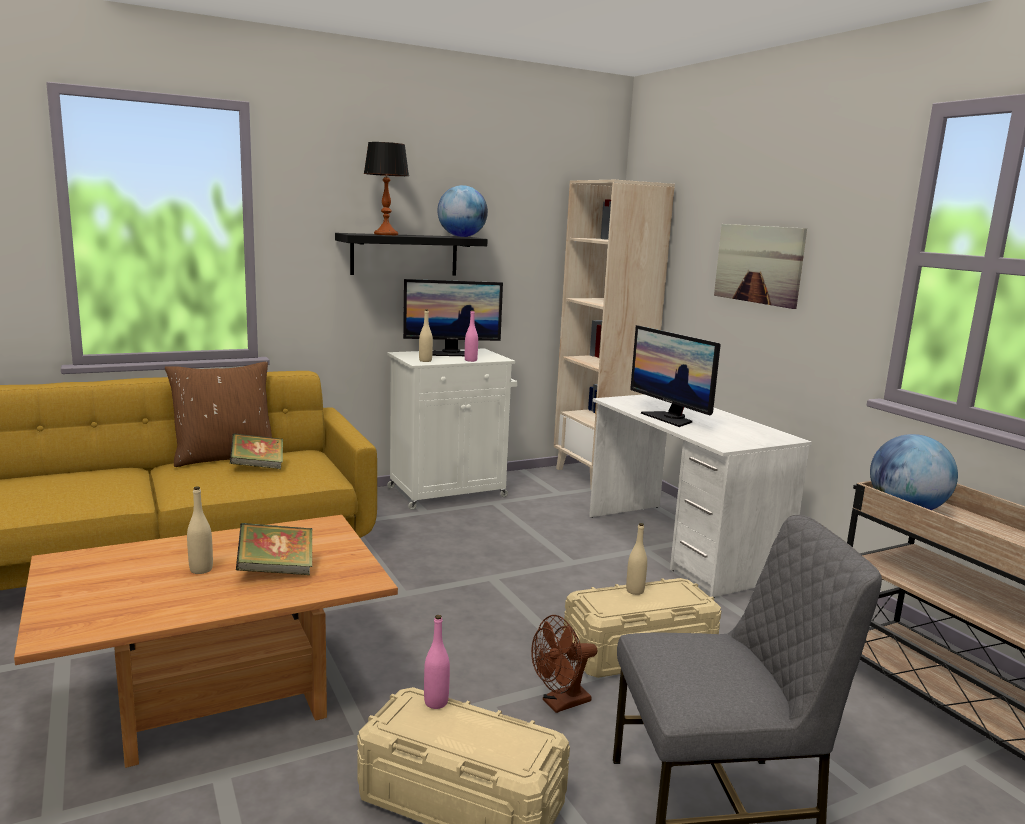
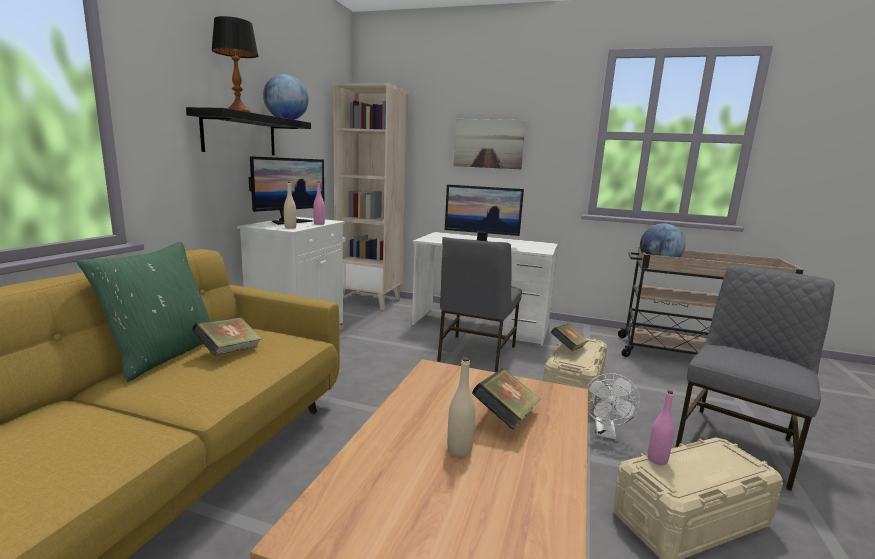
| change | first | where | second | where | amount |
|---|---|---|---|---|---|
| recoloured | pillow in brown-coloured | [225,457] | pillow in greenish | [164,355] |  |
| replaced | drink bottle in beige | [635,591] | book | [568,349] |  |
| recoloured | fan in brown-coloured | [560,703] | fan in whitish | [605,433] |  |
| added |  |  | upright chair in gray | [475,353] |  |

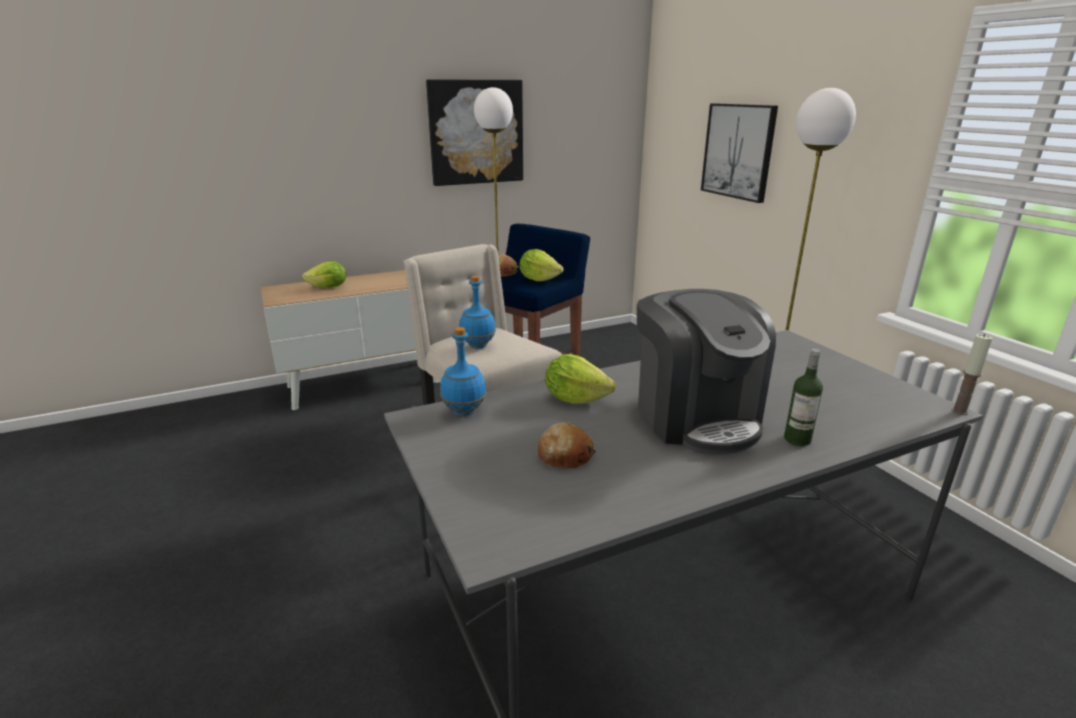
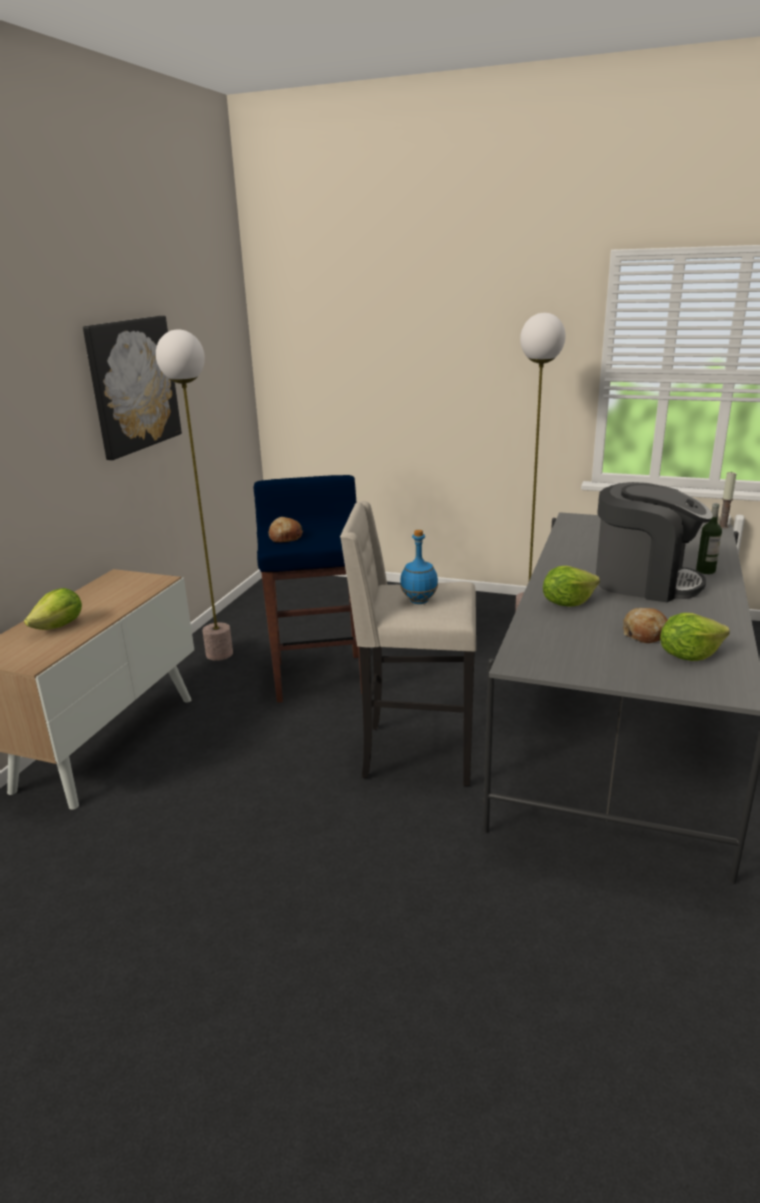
| change | first | where | second | where | amount |
|---|---|---|---|---|---|
| removed | wall art | [738,151] |  |  |  |
| moved | head of lettuce | [539,279] |  | [688,655] |  |
| removed | drink bottle in blue | [464,412] |  |  |  |

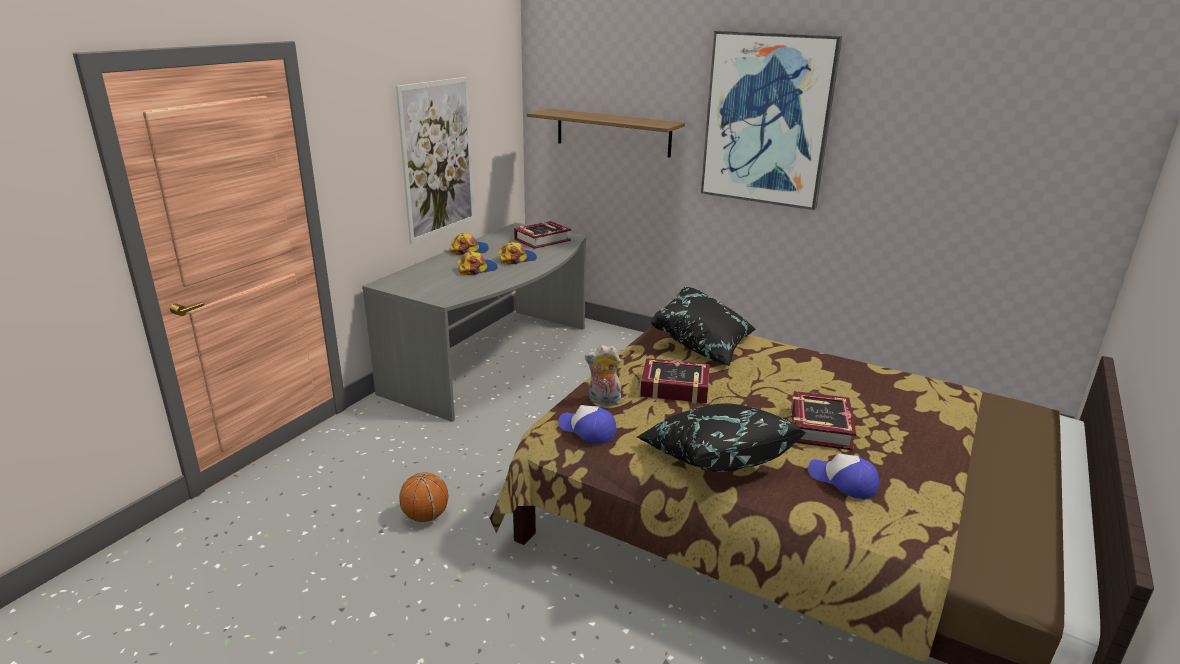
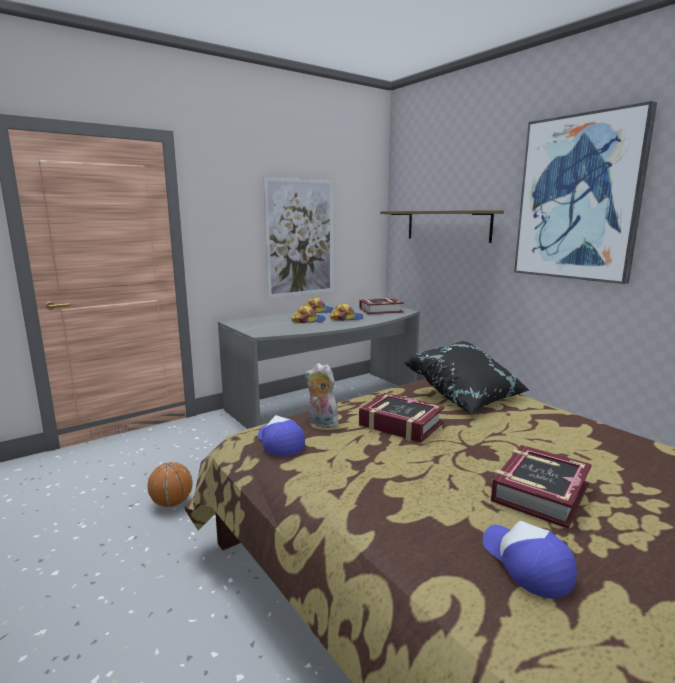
| change | first | where | second | where | amount |
|---|---|---|---|---|---|
| removed | pillow in blackish | [714,458] |  |  |  |

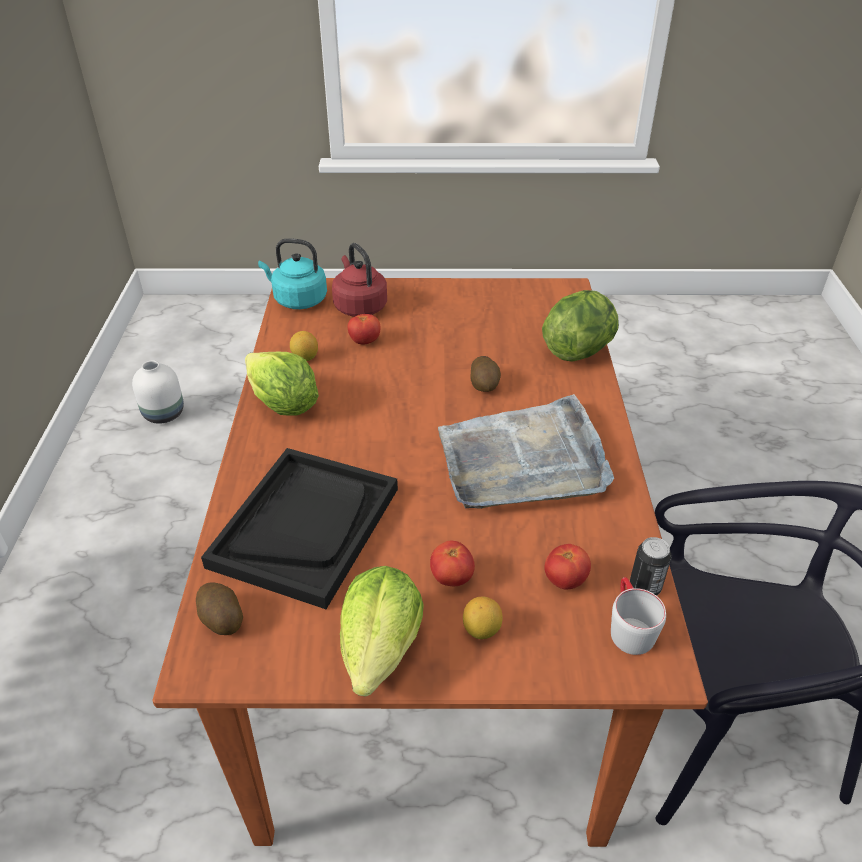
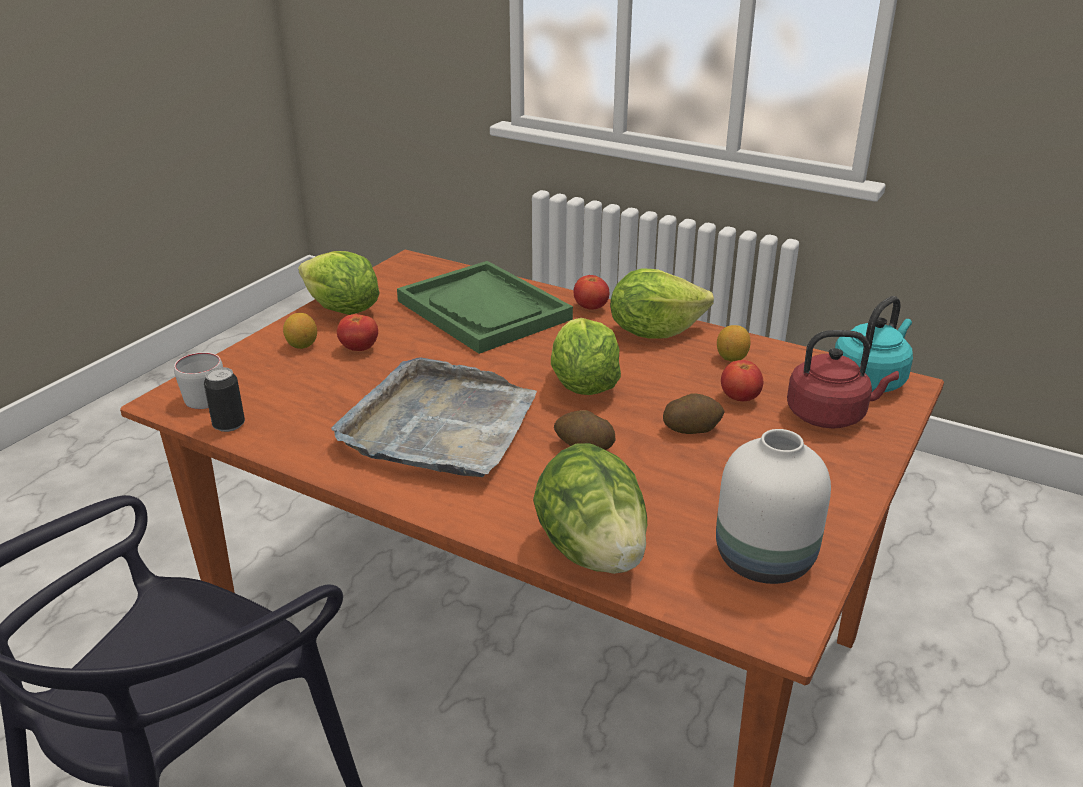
| change | first | where | second | where | amount |
|---|---|---|---|---|---|
| moved | flower vase in whitish | [164,415] |  | [761,559] |  |
| recoloured | serving tray in blackish | [305,526] | serving tray in greenish | [484,310] |  |
| moved | whole tomato | [565,580] |  | [590,308] |  |
| moved | potato | [221,619] |  | [692,429] |  |
| added |  |  | head of lettuce | [582,385] |  |

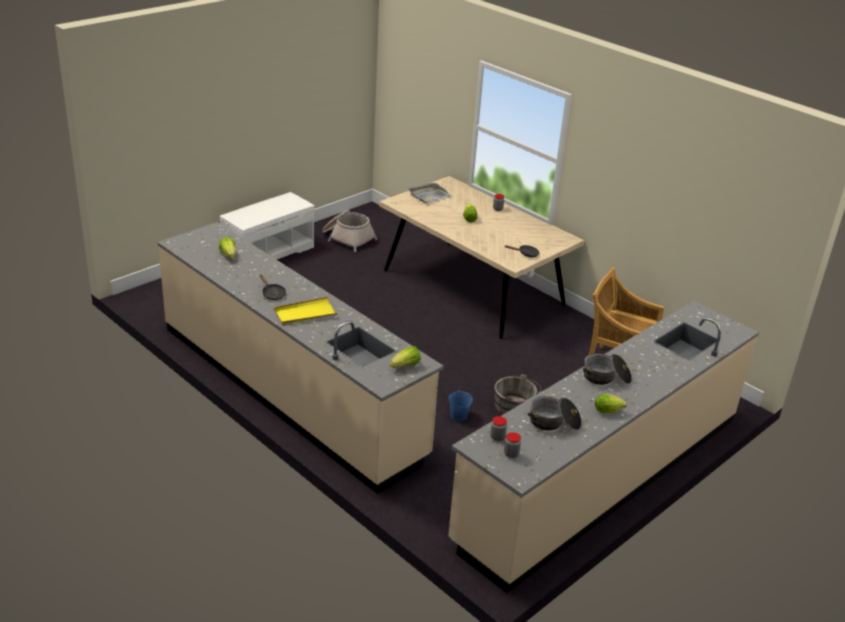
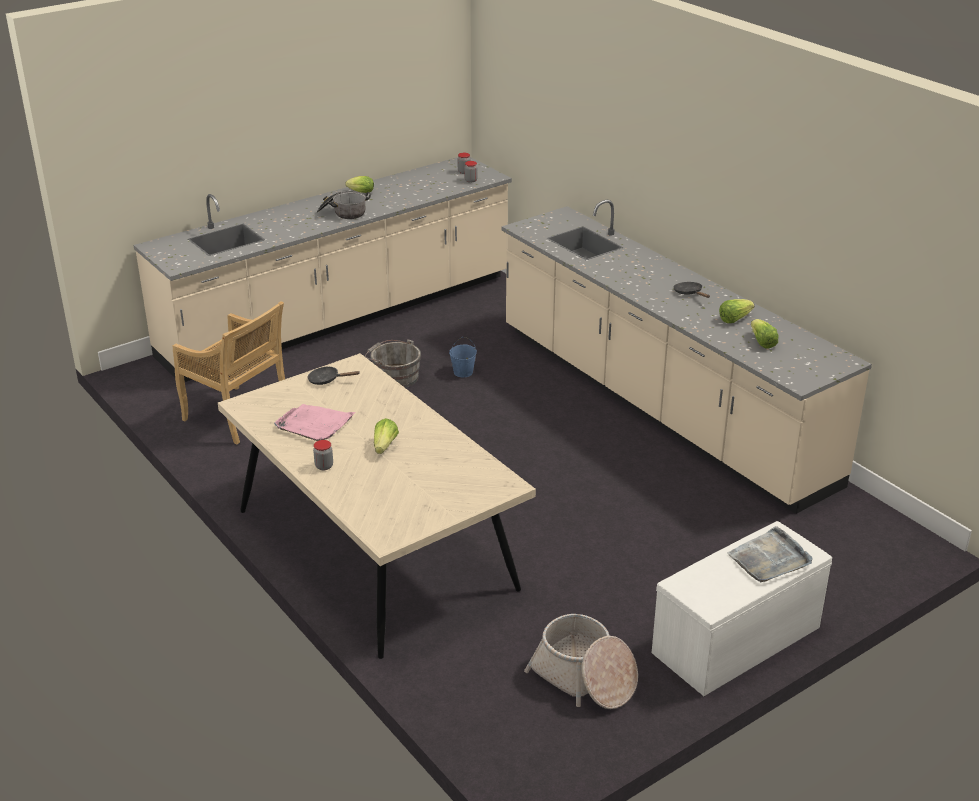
| change | first | where | second | where | amount |
|---|---|---|---|---|---|
| moved | serving tray in gray | [429,195] |  | [769,559] |  |
| removed | serving tray in yellowish | [305,314] |  |  |  |
| moved | head of lettuce | [406,365] |  | [734,319] |  |
| removed | saucepot | [554,422] |  |  |  |
| added |  |  | serving tray in pinkish | [314,424] |  |

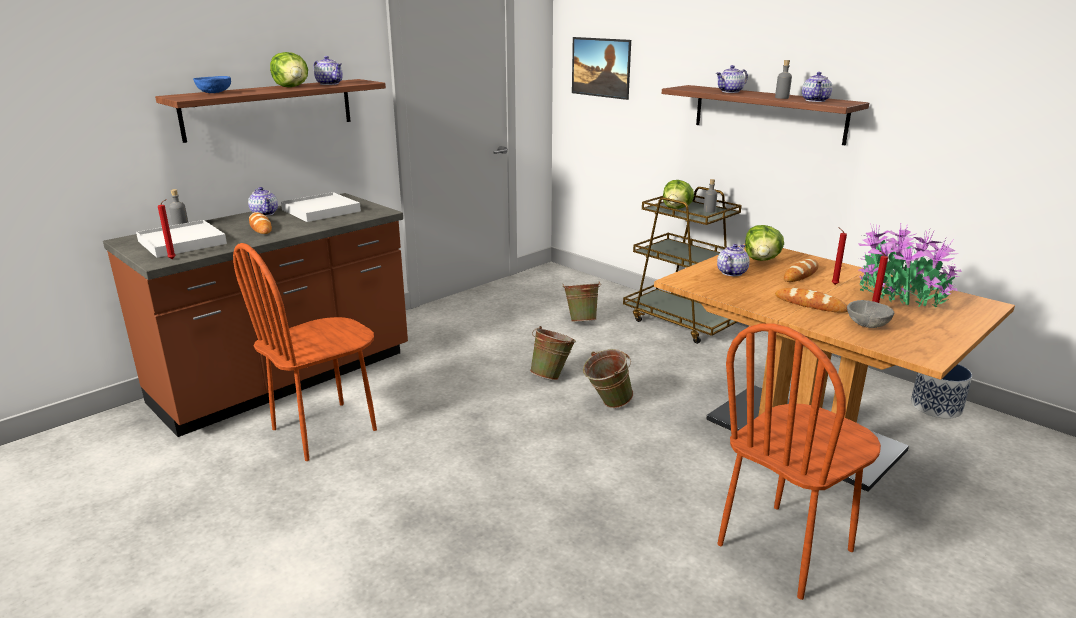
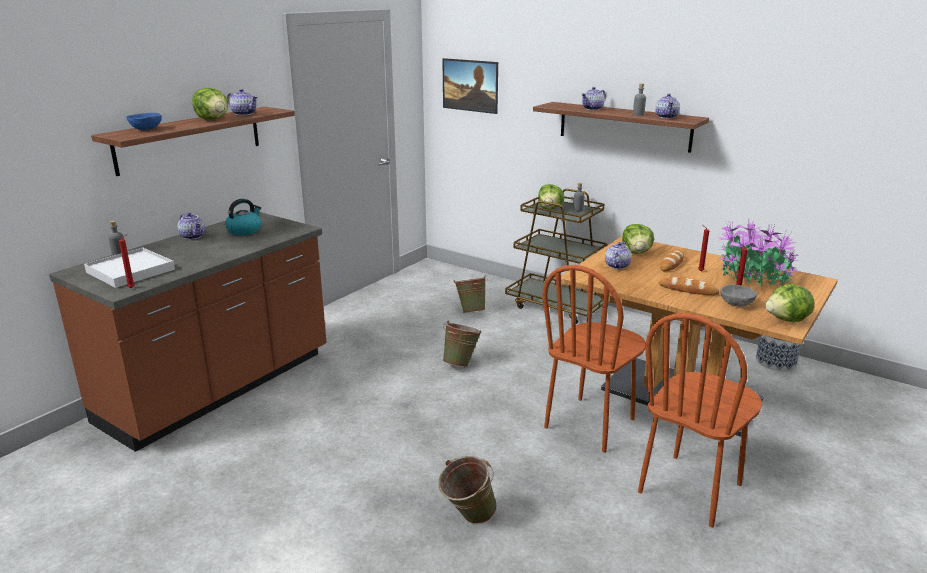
| change | first | where | second | where | amount |
|---|---|---|---|---|---|
| replaced | serving tray in whitish | [321,210] | kettle | [244,230] |  |
| removed | bakery bread | [260,227] |  |  |  |
| moved | upright chair in brown-coloured | [324,430] |  | [590,423] |  |
| moved | water bucket in greenish | [606,404] |  | [467,519] |  |
| added |  |  | head of lettuce | [787,320] |  |

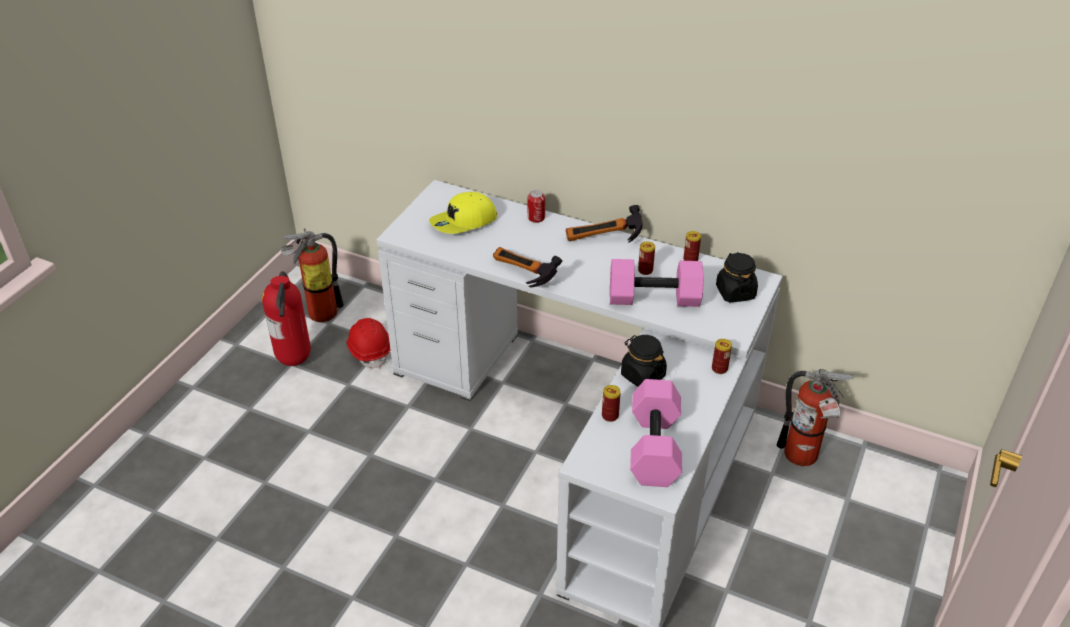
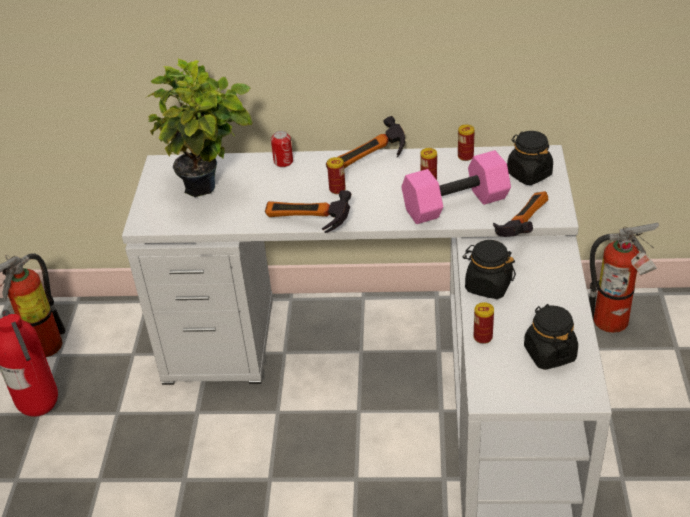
| change | first | where | second | where | amount |
|---|---|---|---|---|---|
| replaced | baseball cap in yellowish | [464,222] | houseplant | [209,189] |  |
| removed | work helmet in red-coloured | [370,350] |  |  |  |
| moved | can | [719,368] |  | [337,189] |  |
| replaced | hand weight in pinkish | [656,448] | storage jar in blackish | [549,353] |  |
| added |  |  | tool hammer | [519,225] |  |

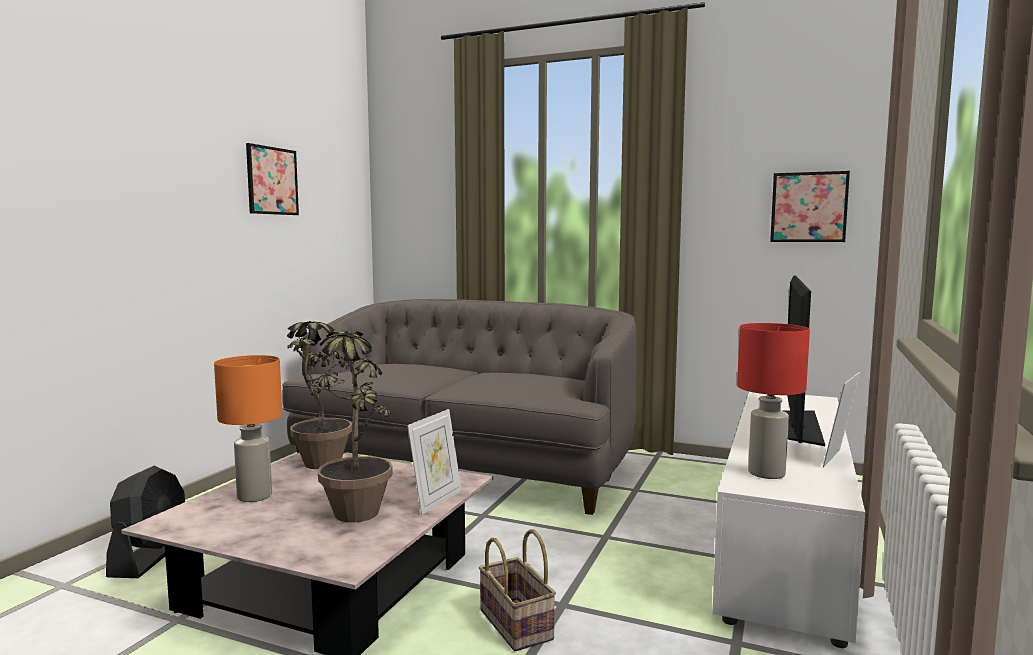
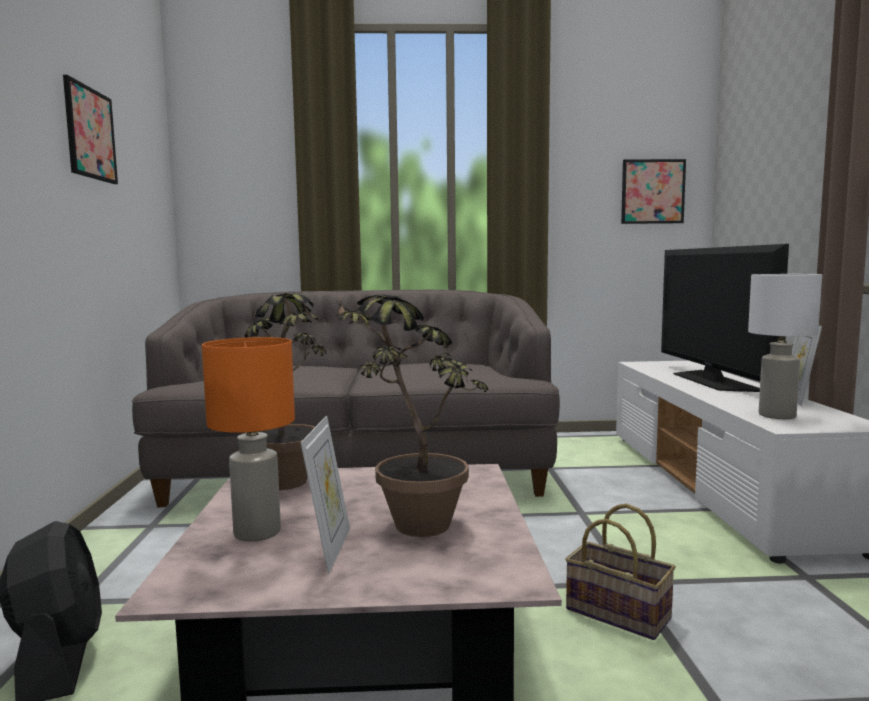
| change | first | where | second | where | amount |
|---|---|---|---|---|---|
| recoloured | table lamp in red-coloured | [767,473] | table lamp in whitish | [777,415] |  |
| moved | picture frame | [436,500] |  | [329,549] |  |

